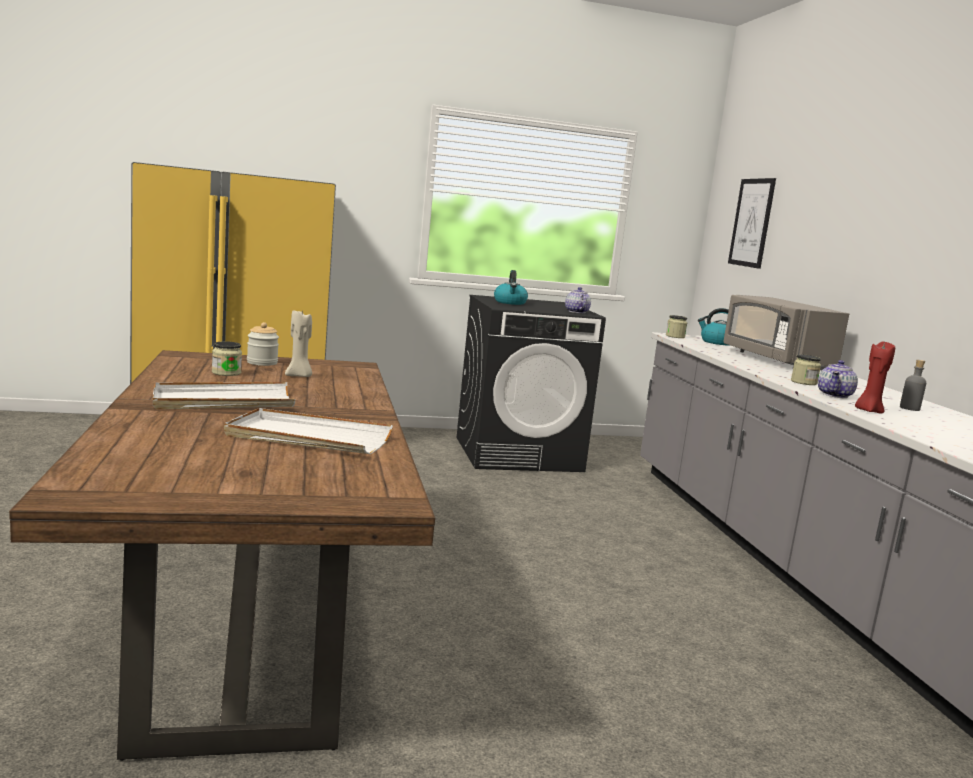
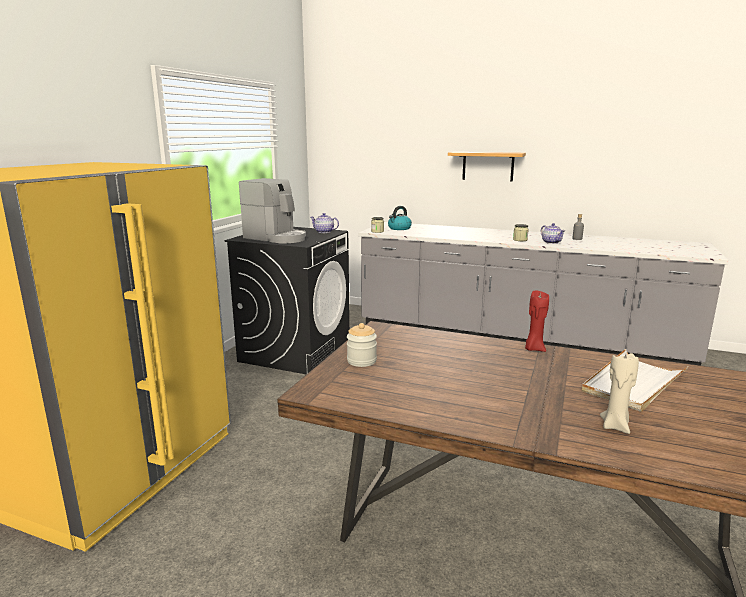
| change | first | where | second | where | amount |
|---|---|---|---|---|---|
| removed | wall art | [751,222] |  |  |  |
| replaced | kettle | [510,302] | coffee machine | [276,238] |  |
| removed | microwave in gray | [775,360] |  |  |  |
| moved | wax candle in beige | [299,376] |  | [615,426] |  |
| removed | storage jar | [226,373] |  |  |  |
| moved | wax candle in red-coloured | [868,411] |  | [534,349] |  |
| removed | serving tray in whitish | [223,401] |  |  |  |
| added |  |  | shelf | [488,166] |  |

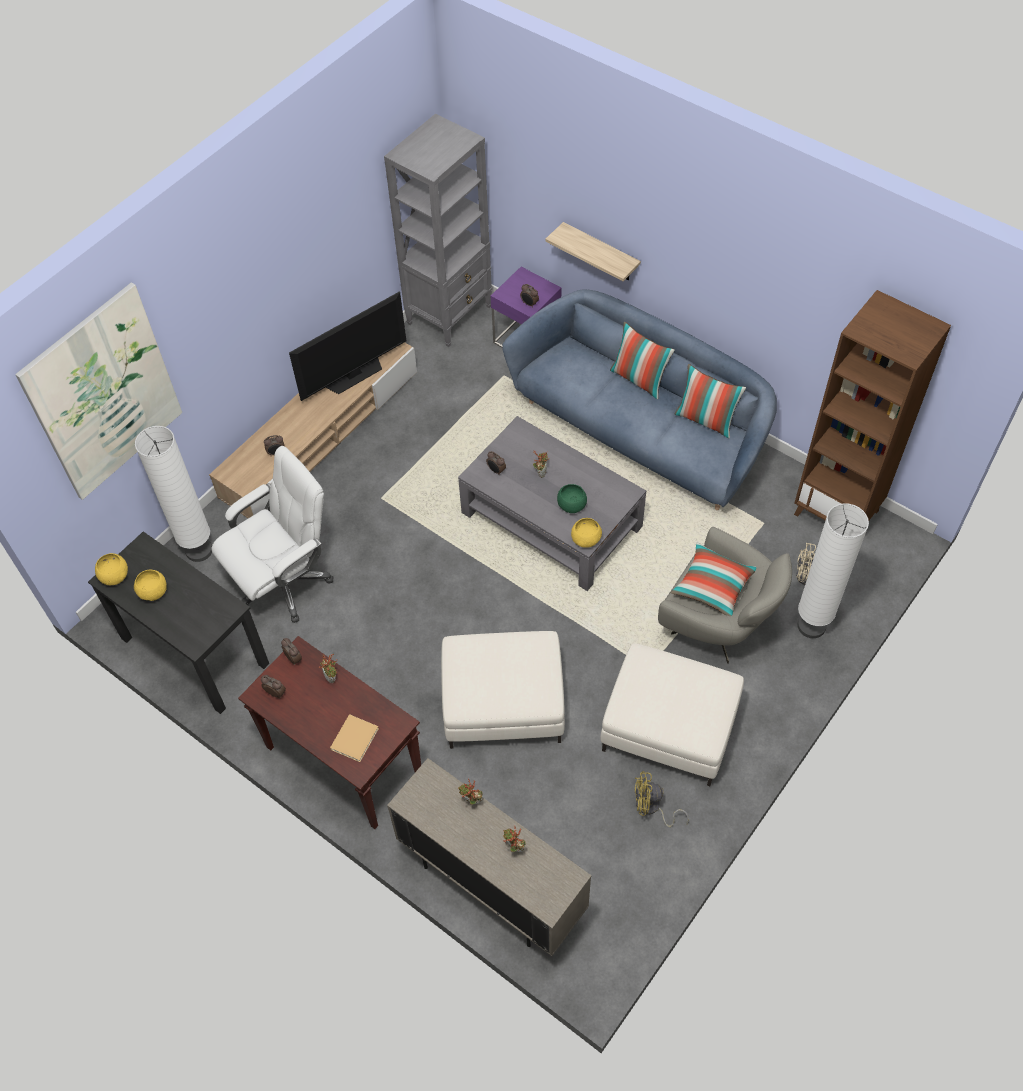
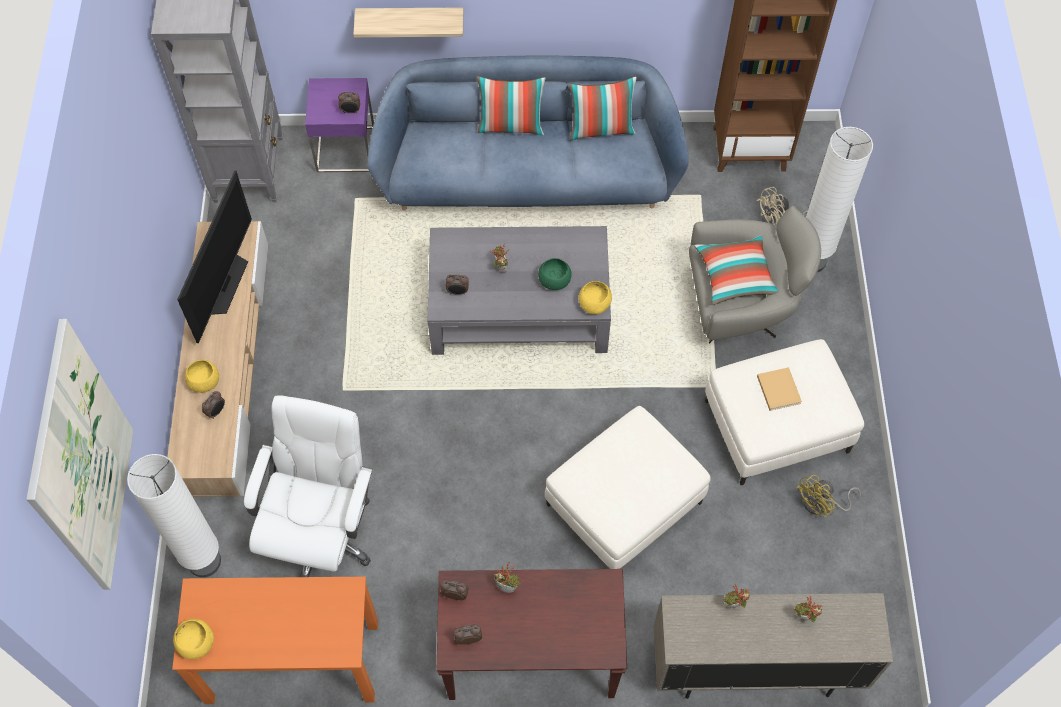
| change | first | where | second | where | amount |
|---|---|---|---|---|---|
| recoloured | desk in blackish | [194,651] | desk in orange | [291,662] |  |
| moved | deep dish in yellowish | [153,591] |  | [204,382] |  |
| moved | book in beige | [355,737] |  | [778,388] |  |

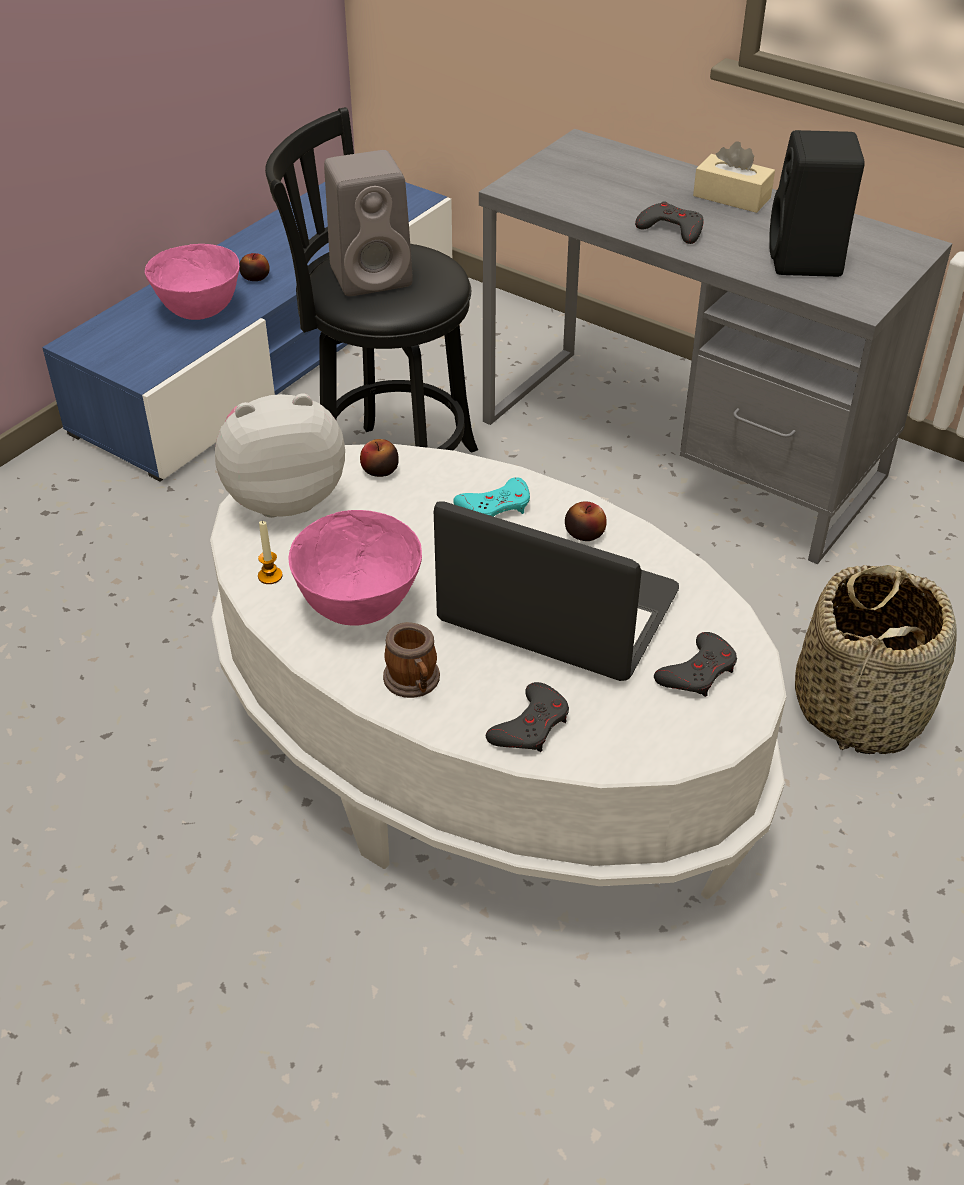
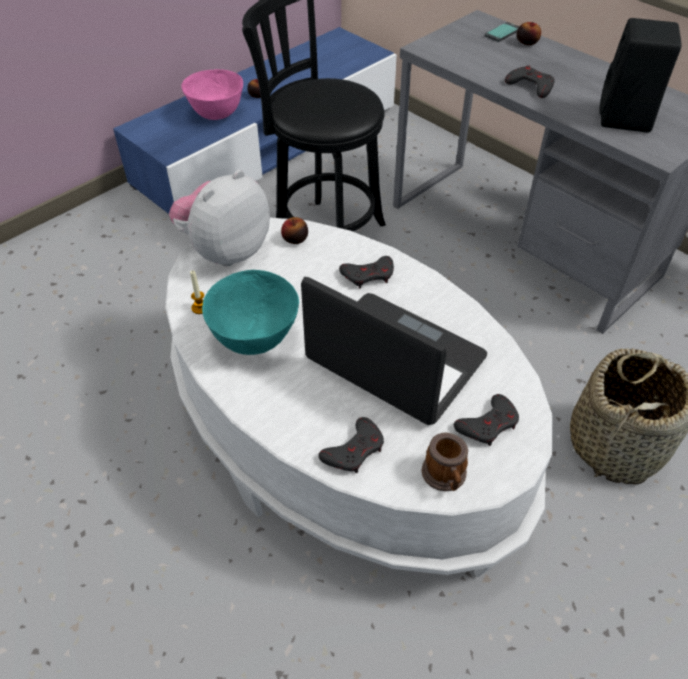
| change | first | where | second | where | amount |
|---|---|---|---|---|---|
| removed | tissue box in beige | [731,197] |  |  |  |
| removed | audio speaker in gray | [373,276] |  |  |  |
| turned | cuddly toy | [284,497] |  | [225,250] | 45 degrees counterclockwise |
| recoloured | joypad in turquoise-coloured | [495,506] | joypad in gray | [368,275] |  |
| moved | apple fruit | [584,533] |  | [527,42] |  |
| recoloured | deep dish in pinkish | [358,607] | deep dish in turquoise-coloured | [254,339] |  |
| moved | mug | [414,682] |  | [445,477] |  |
| added |  |  | telephone | [502,33] |  |

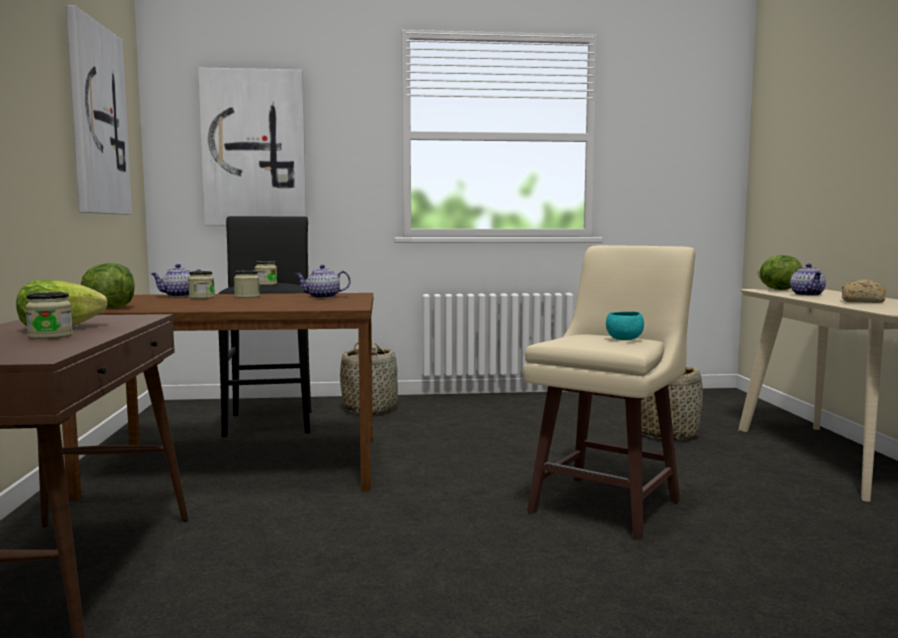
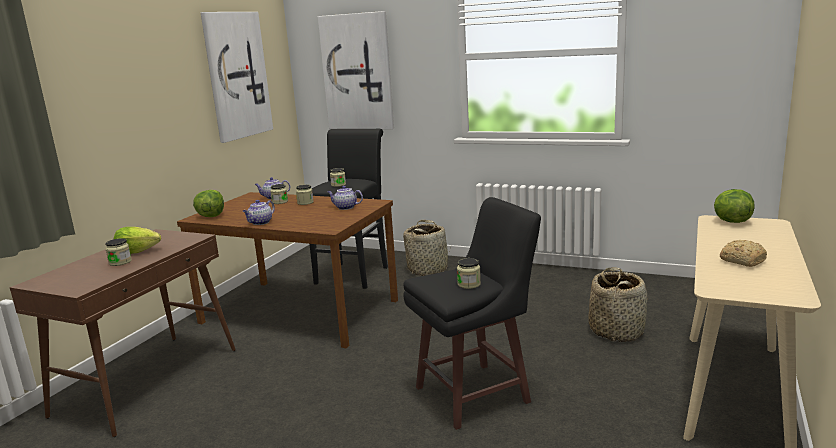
| change | first | where | second | where | amount |
|---|---|---|---|---|---|
| recoloured | stool in beige | [608,505] | stool in blackish | [475,394] |  |
| moved | pot for tea | [808,295] |  | [260,223] |  |
| replaced | deep dish in turquoise-coloured | [624,339] | storage jar | [469,284] |  |

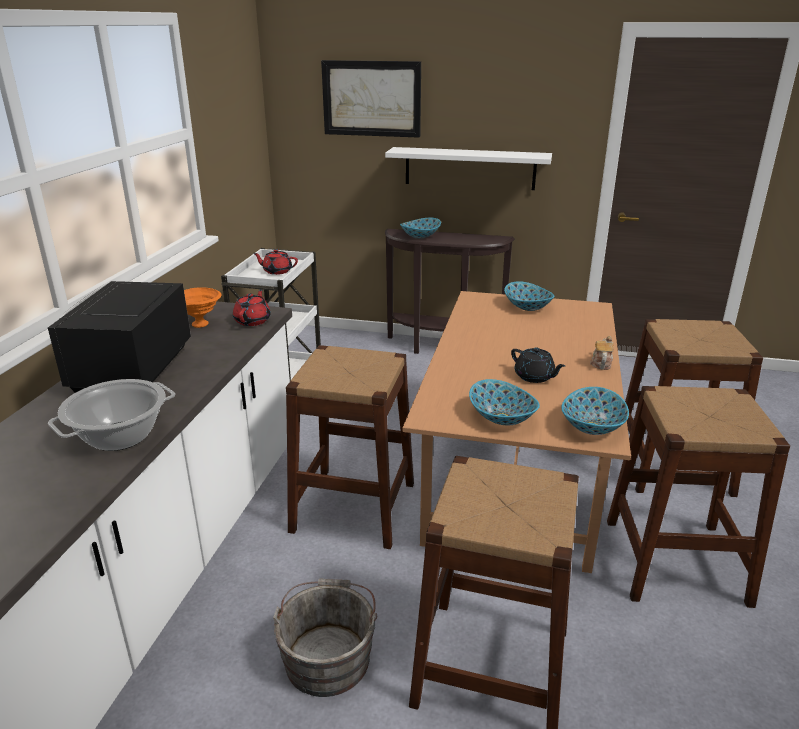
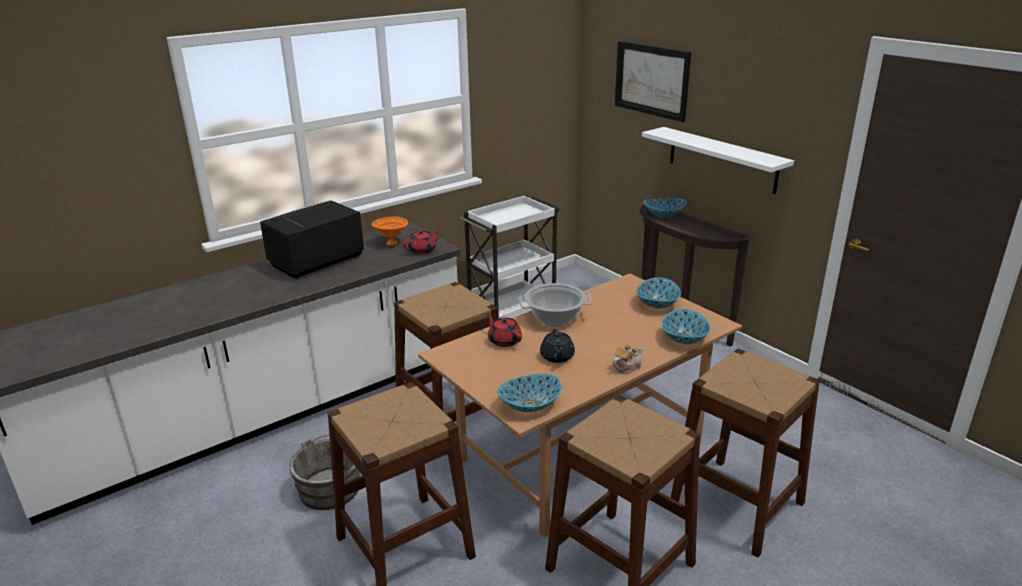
| change | first | where | second | where | amount |
|---|---|---|---|---|---|
| moved | pot for tea in red-coloured | [277,271] |  | [504,340] |  |
| moved | saucepot | [120,436] |  | [555,318] |  |
| moved | deep dish | [501,418] |  | [684,338] |  |

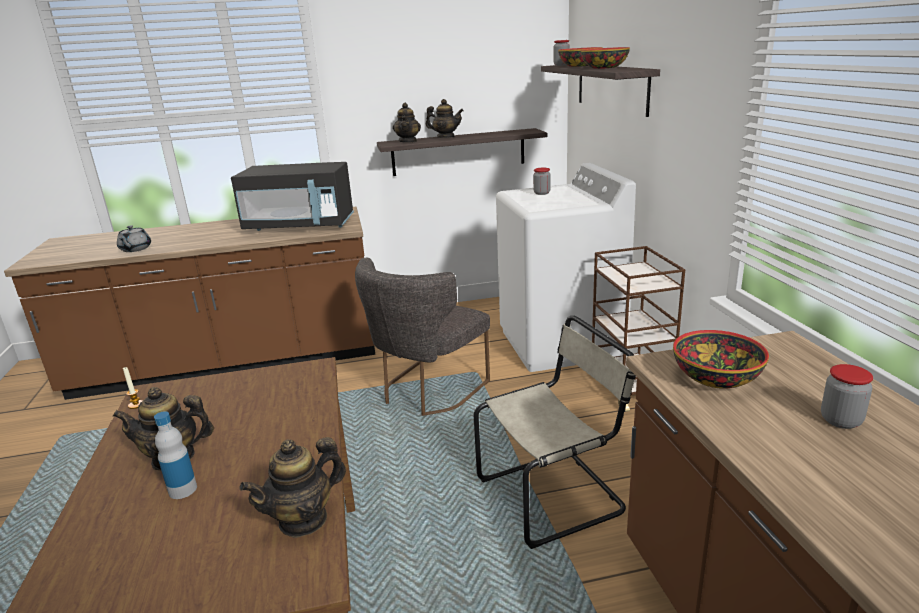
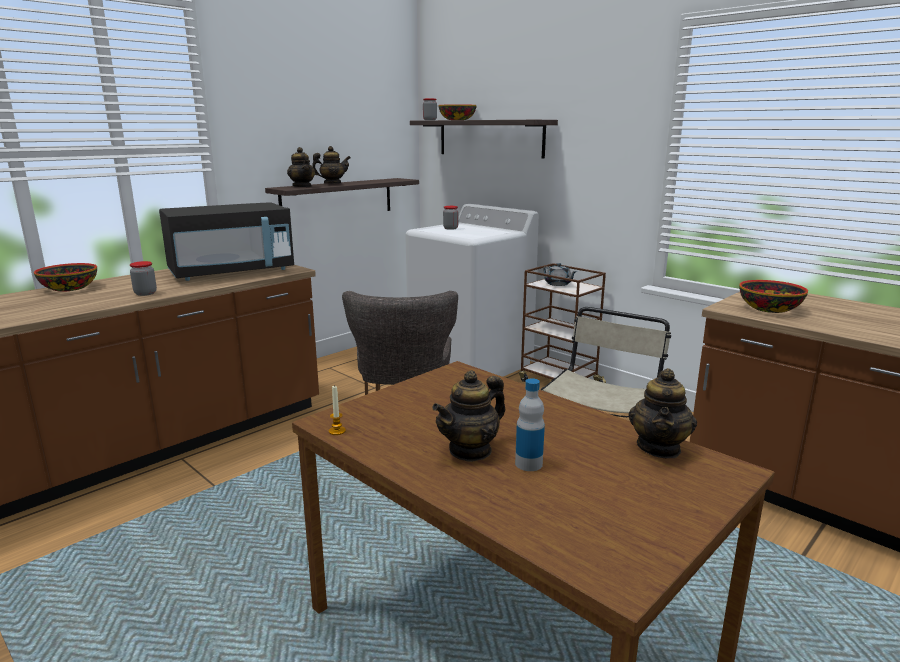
| change | first | where | second | where | amount |
|---|---|---|---|---|---|
| moved | deep dish | [603,67] |  | [69,288] |  |
| moved | pot for tea in gray | [135,249] |  | [558,284] |  |
| moved | storage jar | [841,420] |  | [145,293] |  |

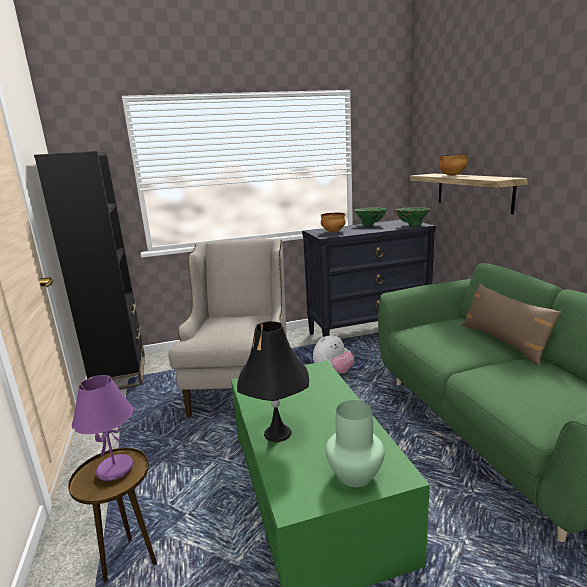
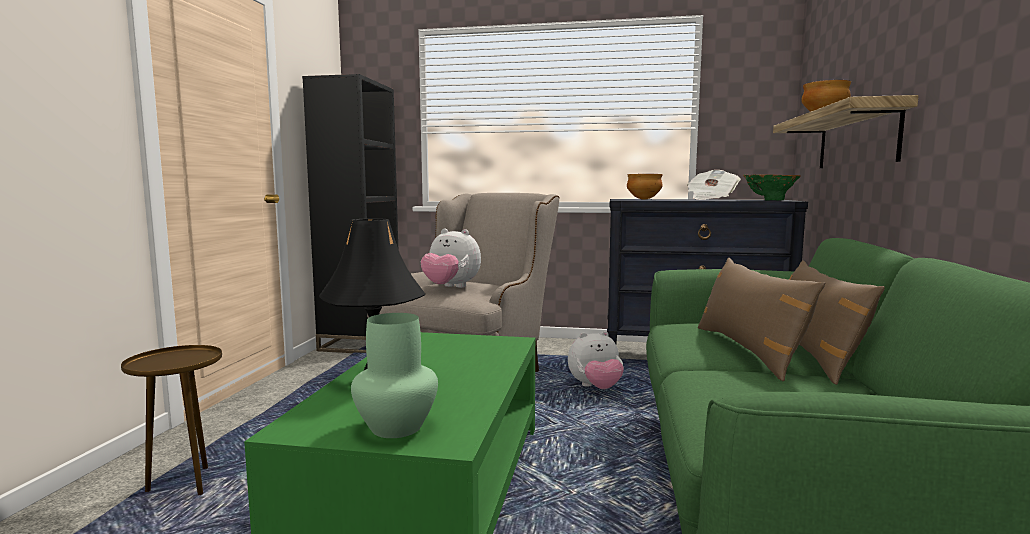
| change | first | where | second | where | amount |
|---|---|---|---|---|---|
| replaced | flower vase in greenish | [370,225] | newspaper | [710,199] |  |
| removed | table lamp in purple | [115,468] |  |  |  |
| added |  |  | cuddly toy | [451,287] |  |
| added |  |  | pillow in brown-coloured | [749,350] |  |

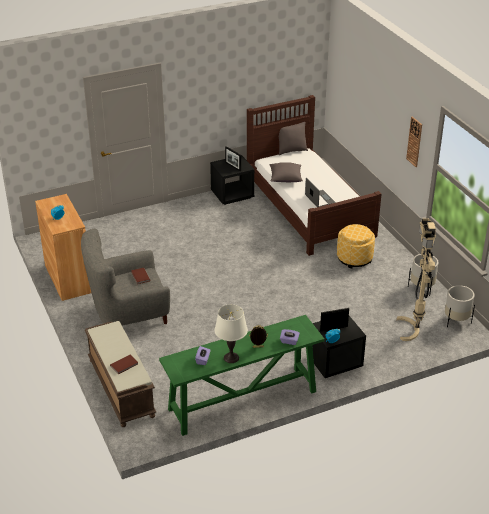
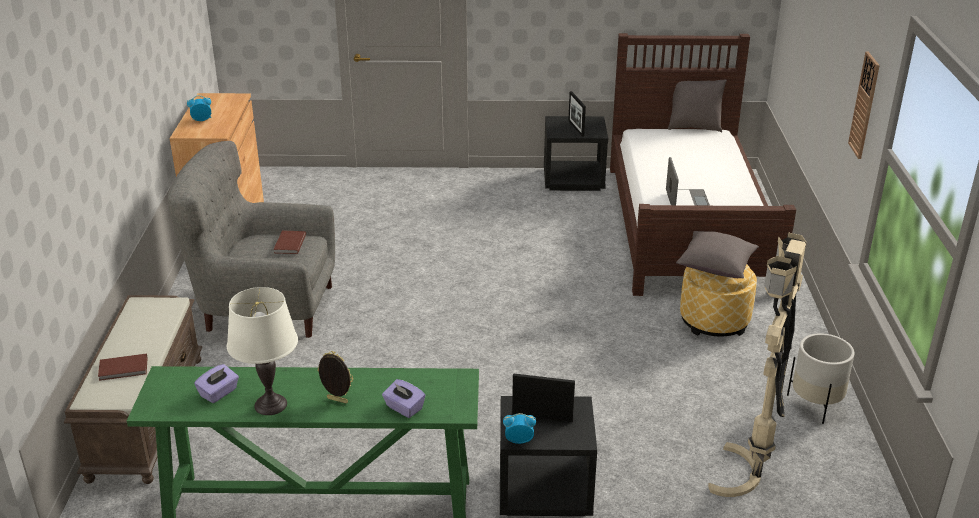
| change | first | where | second | where | amount |
|---|---|---|---|---|---|
| moved | pillow in gray | [285,178] |  | [715,267] |  |
| removed | flower pot in whitish | [456,320] |  |  |  |

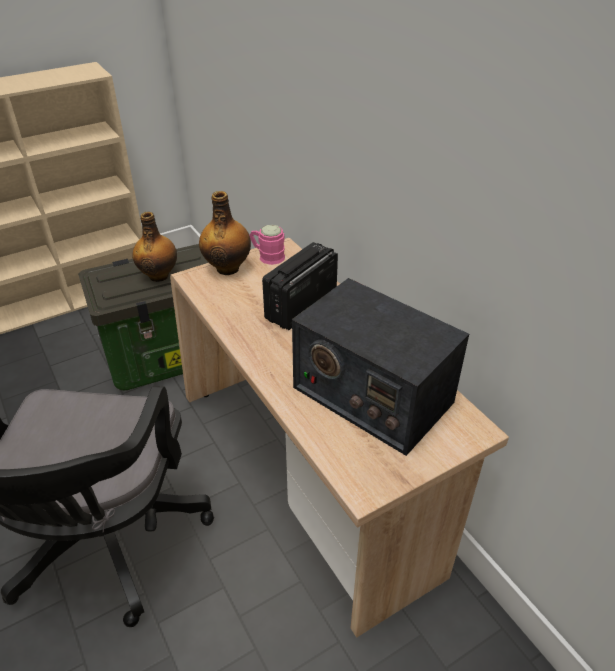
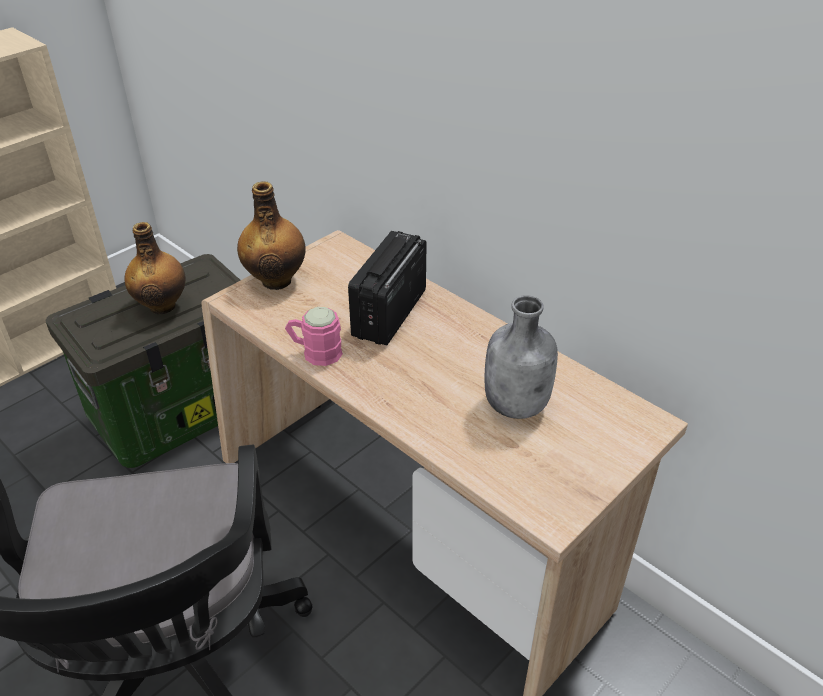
| change | first | where | second | where | amount |
|---|---|---|---|---|---|
| moved | mug in pinkish | [267,256] |  | [315,352] |  |
| replaced | radio set | [371,394] | drink bottle in gray | [517,405] |  |

